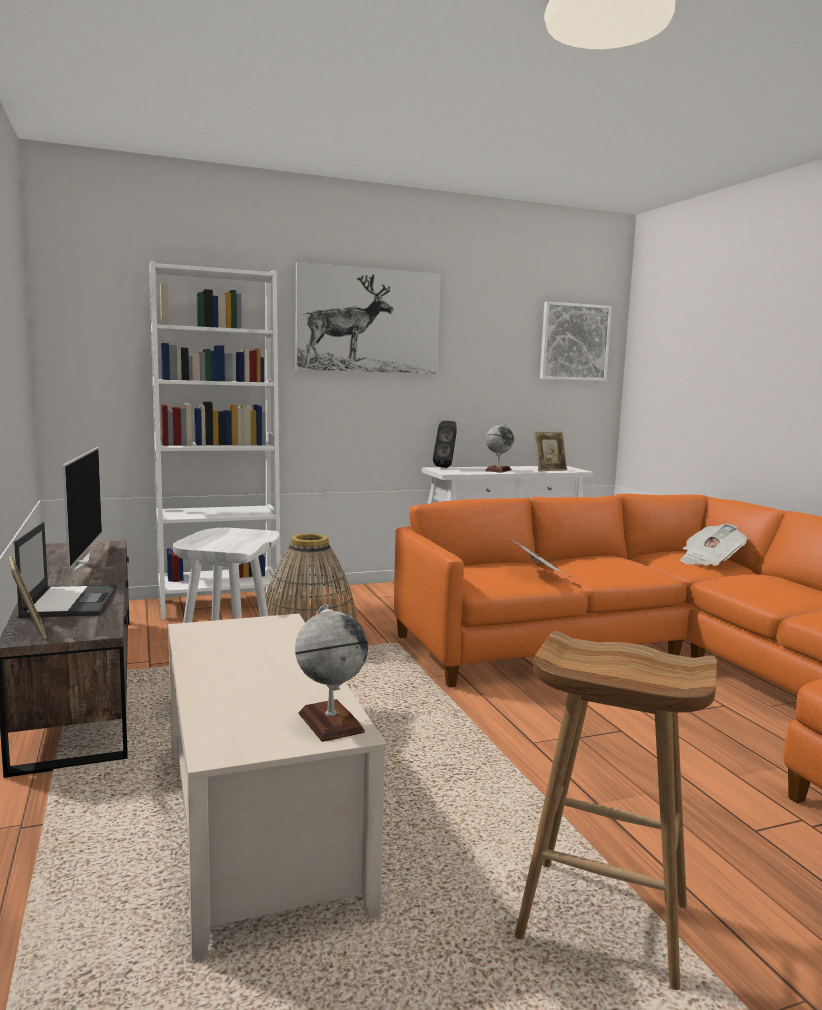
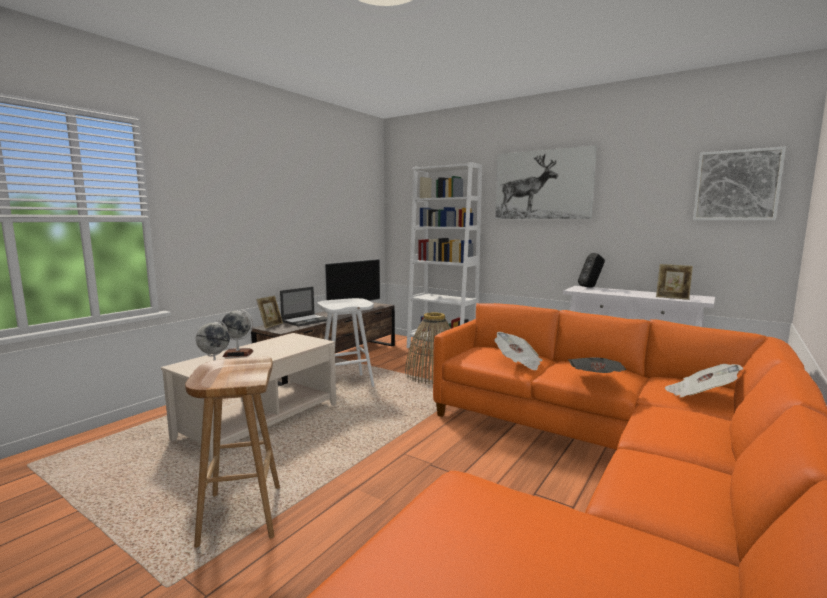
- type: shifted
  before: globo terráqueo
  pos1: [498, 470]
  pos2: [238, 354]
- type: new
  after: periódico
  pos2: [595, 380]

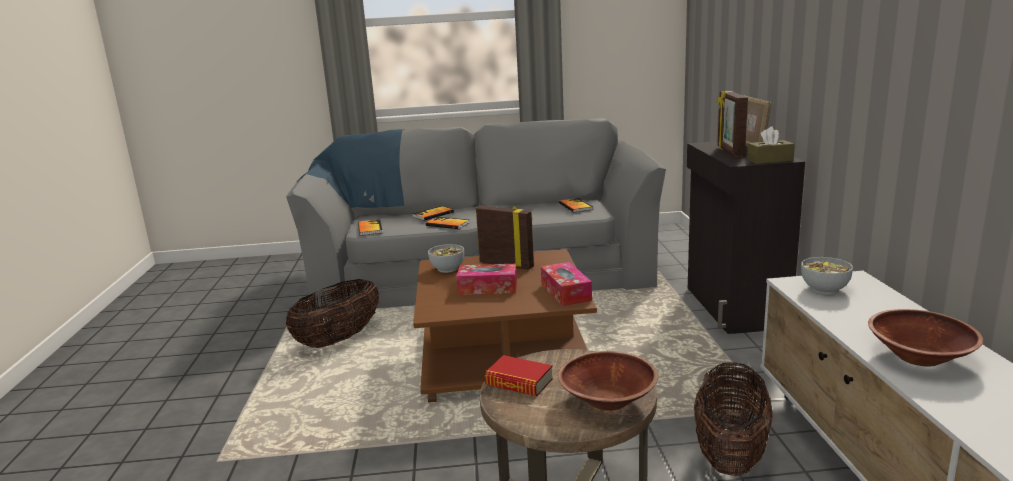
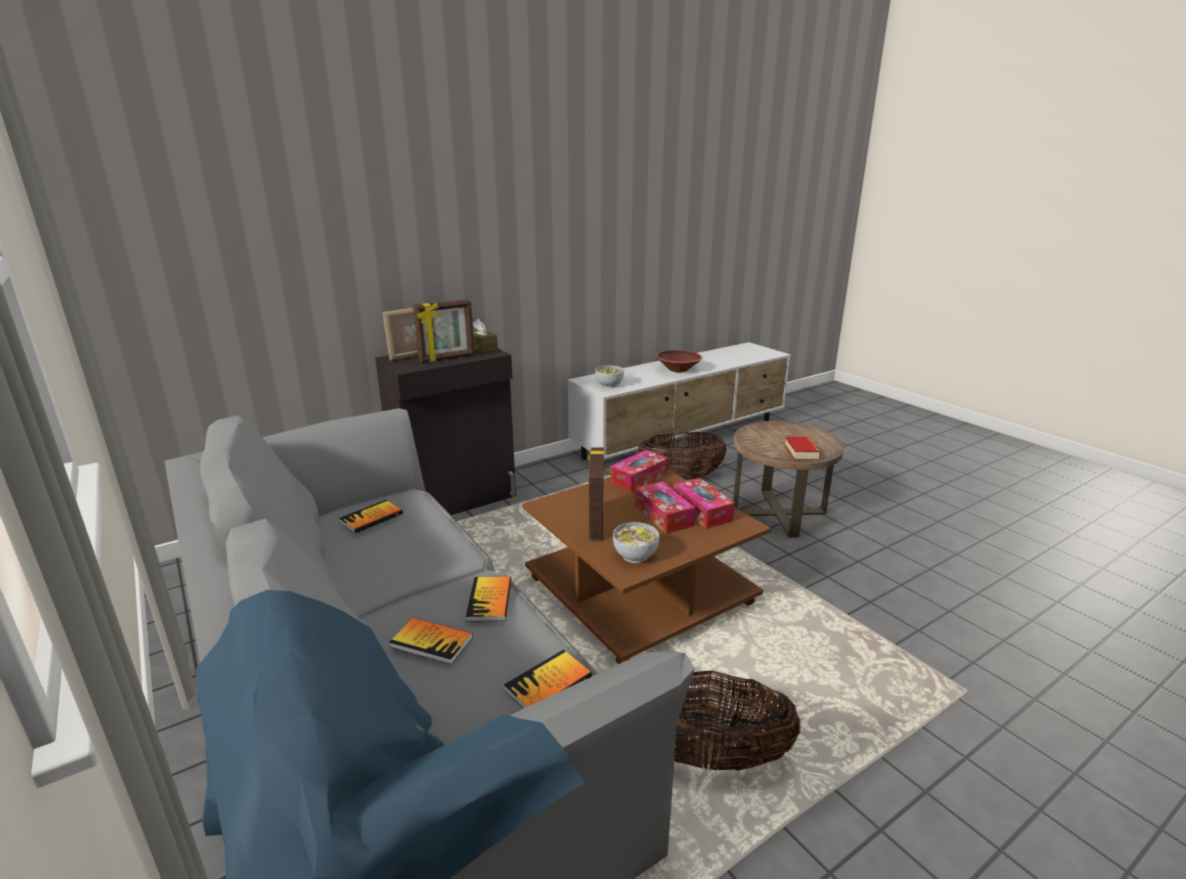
- type: gone
  before: cuenco [marrón]
  pos1: [608, 400]
- type: new
  after: caja de pañuelos
  pos2: [702, 511]

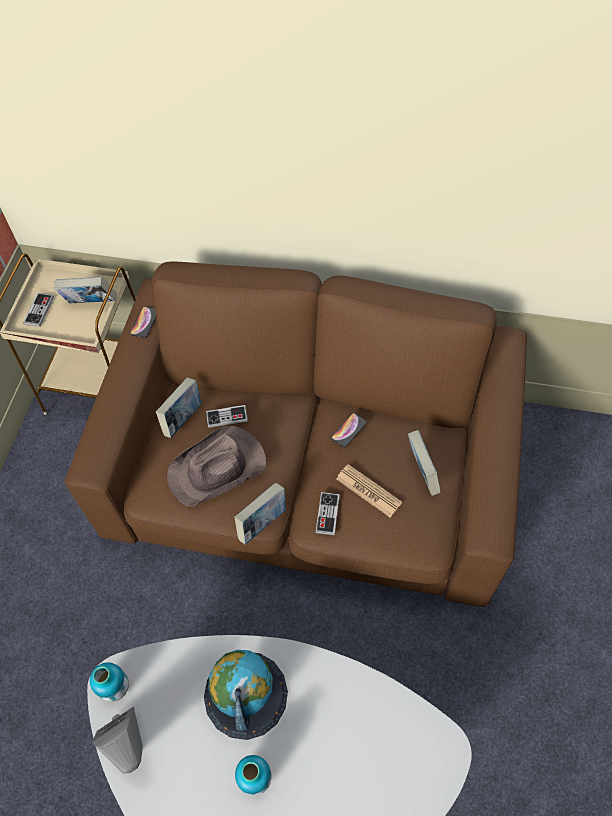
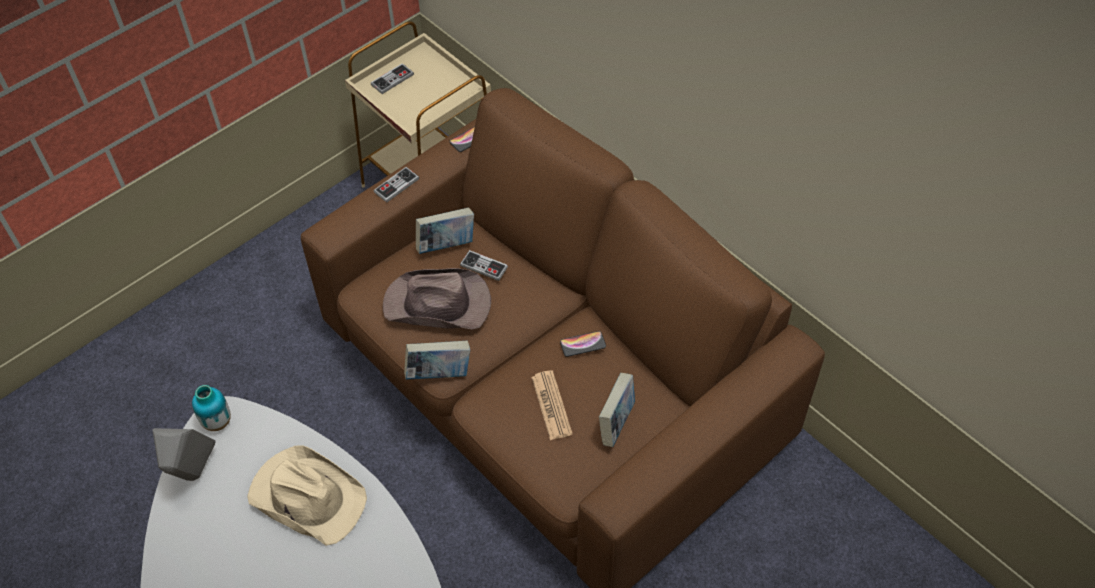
- type: gone
  before: libro
  pos1: [91, 304]
- type: swapped
  before: globo terráqueo
  after: sombrero [beis]
  pos1: [245, 694]
  pos2: [307, 496]
- type: gone
  before: florero
  pos1: [255, 778]
- type: shifted
  before: mando de consola
  pos1: [327, 514]
  pos2: [396, 186]

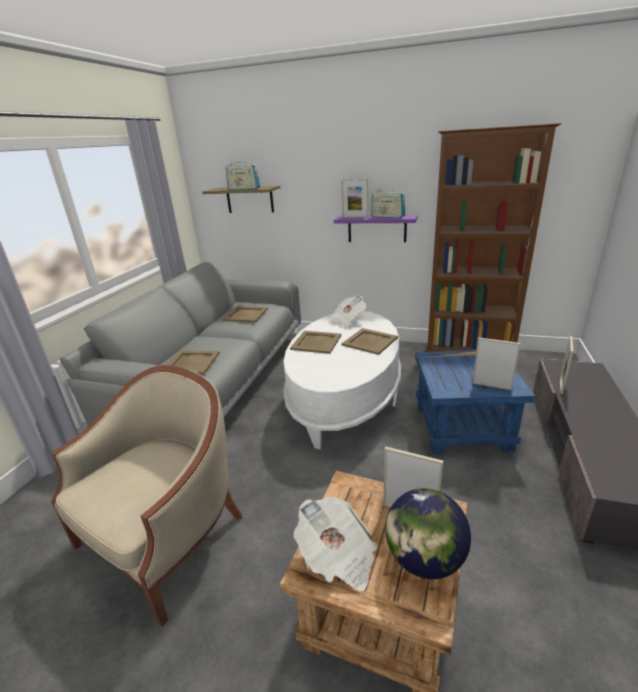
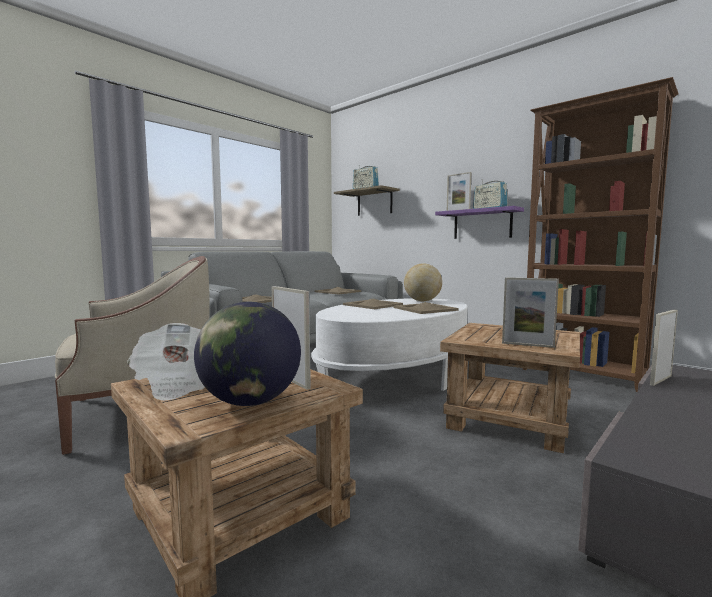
- type: swapped
  before: periódico
  after: globo terráqueo
  pos1: [346, 320]
  pos2: [422, 301]
- type: repainted
  before: mesa auxiliar [azul]
  after: mesa auxiliar [marrón]
  pos1: [462, 426]
  pos2: [511, 419]
- type: rotated
  before: portarretratos
  pos1: [491, 386]
  pos2: [527, 345]
  turn: 150

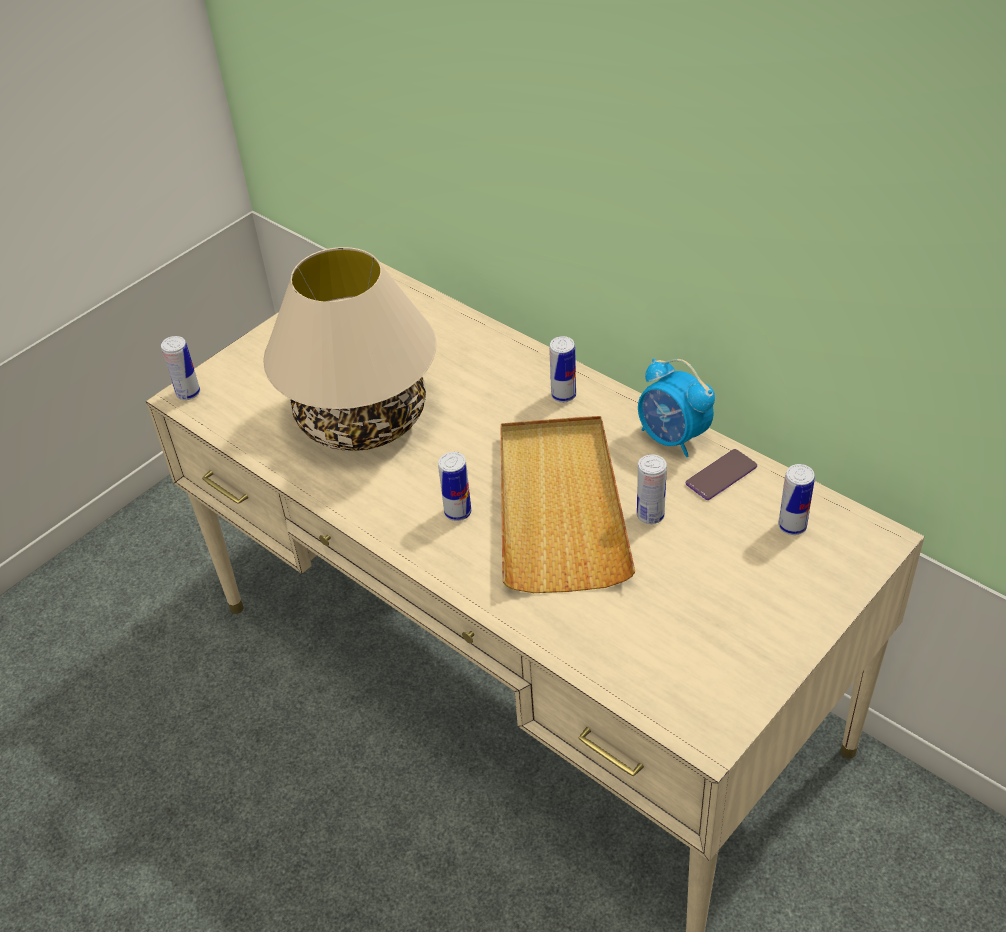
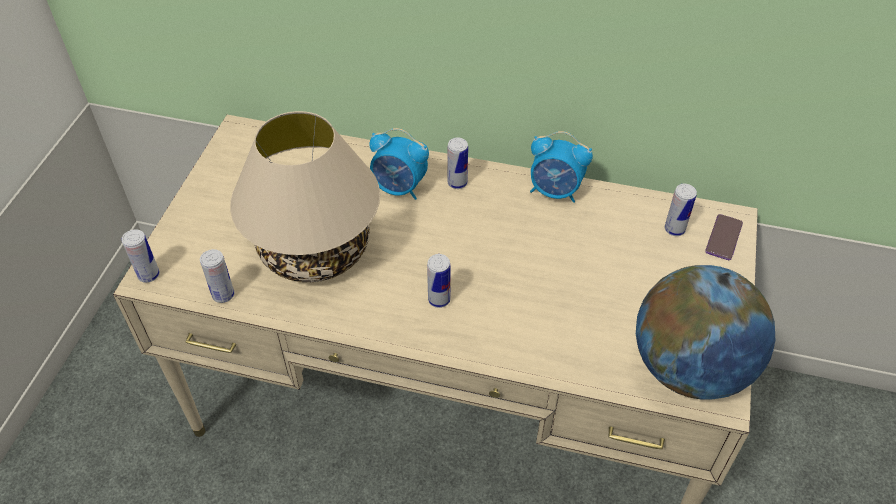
- type: gone
  before: bandeja [beis]
  pos1: [560, 506]
- type: shifted
  before: lata
  pos1: [650, 515]
  pos2: [223, 295]
- type: shifted
  before: móvil
  pos1: [721, 475]
  pos2: [723, 238]
- type: new
  after: despertador
  pos2: [399, 188]
- type: new
  after: globo terráqueo
  pos2: [690, 368]

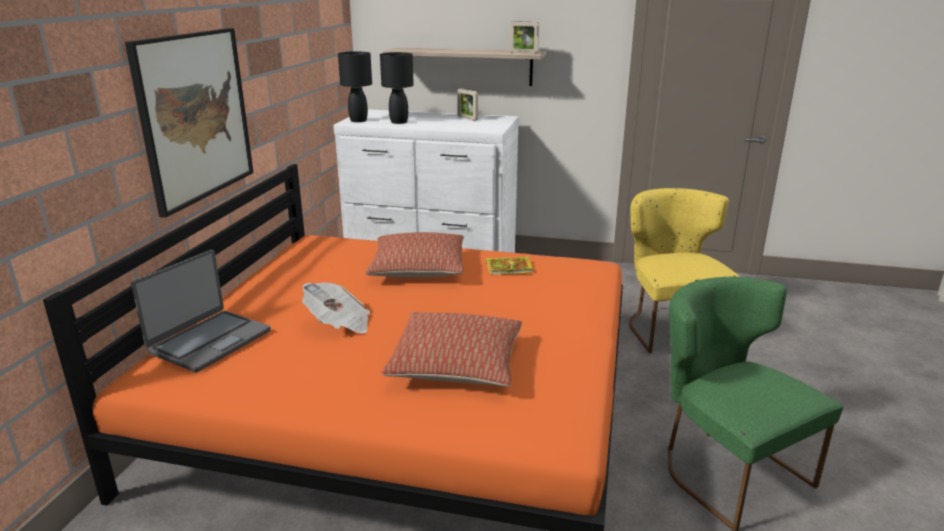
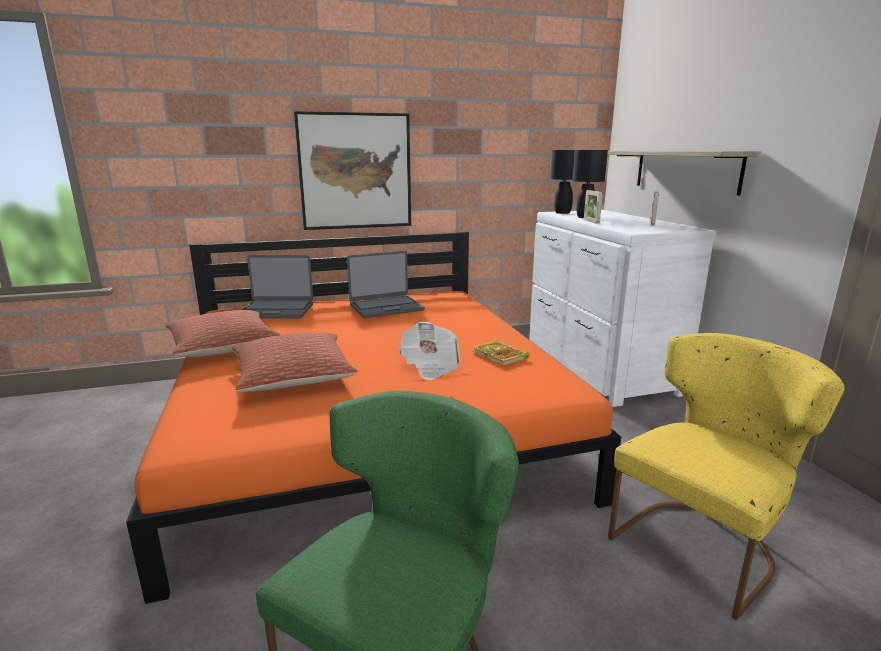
- type: shifted
  before: periódico
  pos1: [339, 323]
  pos2: [430, 366]
- type: shifted
  before: cojín
  pos1: [418, 269]
  pos2: [223, 347]
- type: shifted
  before: portarretratos
  pos1: [523, 53]
  pos2: [591, 221]
- type: new
  after: portátil
  pos2: [386, 307]

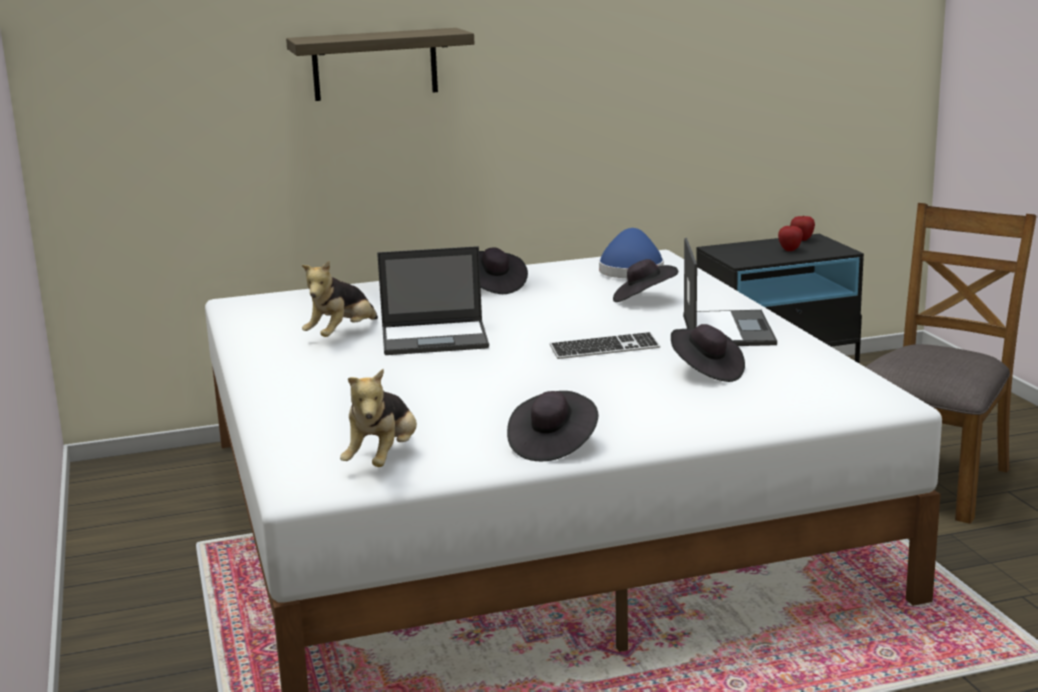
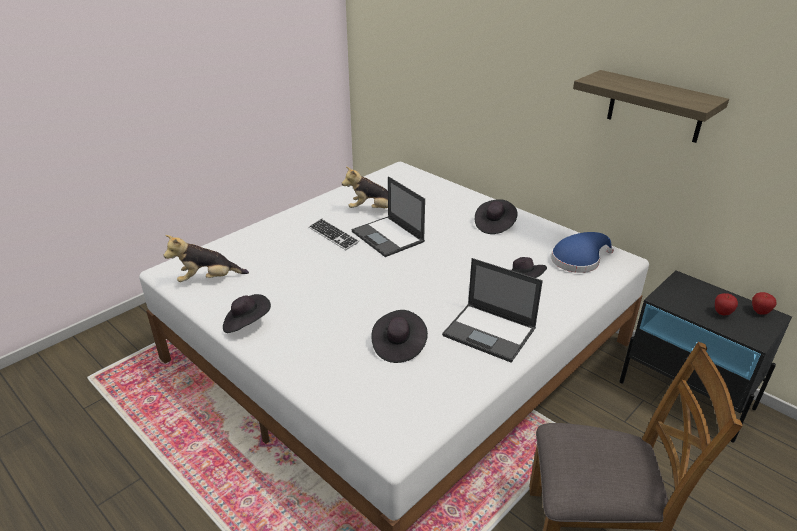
- type: shifted
  before: estante
  pos1: [375, 64]
  pos2: [655, 107]
- type: shifted
  before: teclado
  pos1: [604, 349]
  pos2: [333, 235]
- type: rotated
  before: portátil
  pos1: [727, 329]
  pos2: [490, 332]
  turn: 60

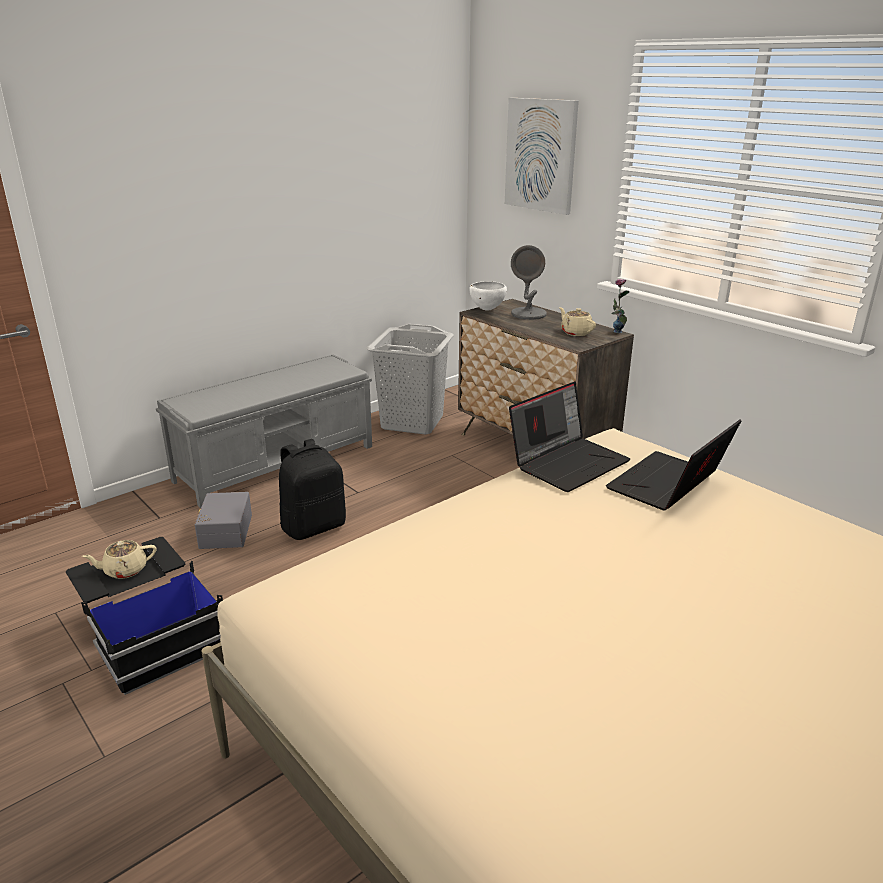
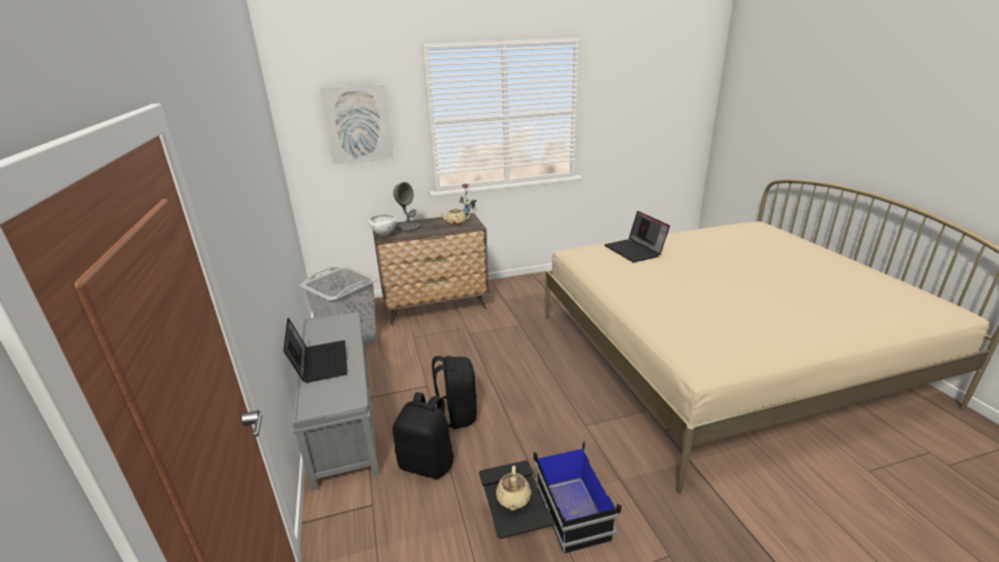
- type: swapped
  before: caja de almacenaje [gris]
  after: mochila [negro]
  pos1: [224, 531]
  pos2: [427, 463]
- type: shifted
  before: portátil
  pos1: [568, 462]
  pos2: [319, 362]

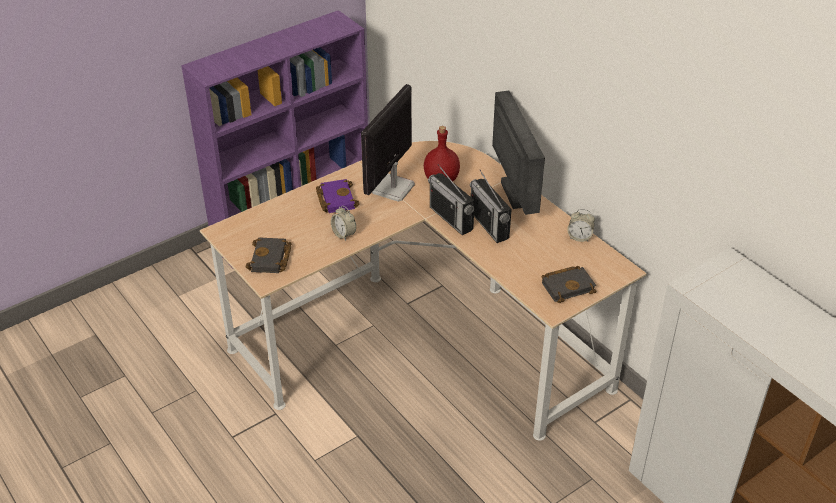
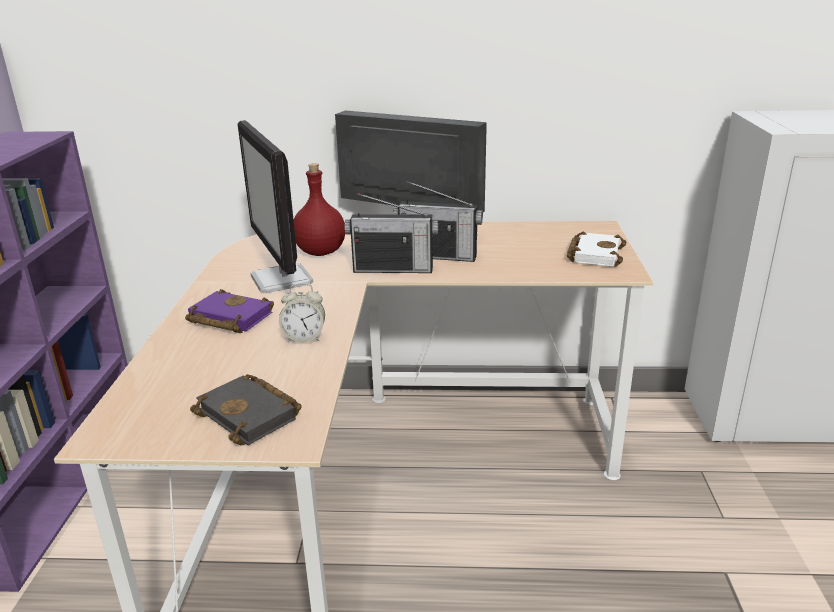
- type: repainted
  before: libro [negro]
  after: libro [blanco]
  pos1: [568, 286]
  pos2: [594, 254]
- type: gone
  before: despertador
  pos1: [579, 237]

